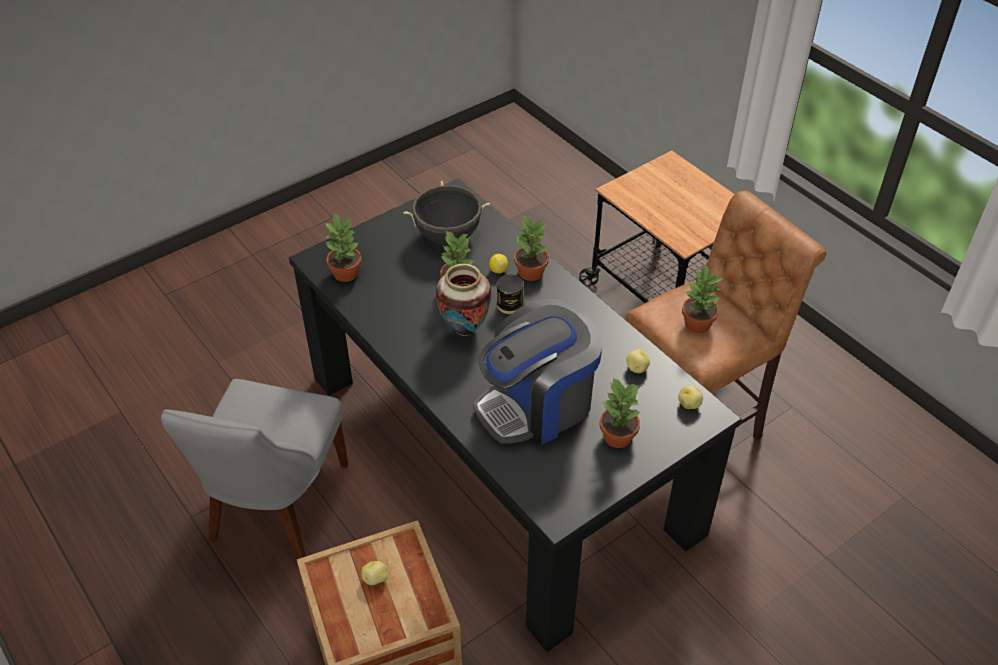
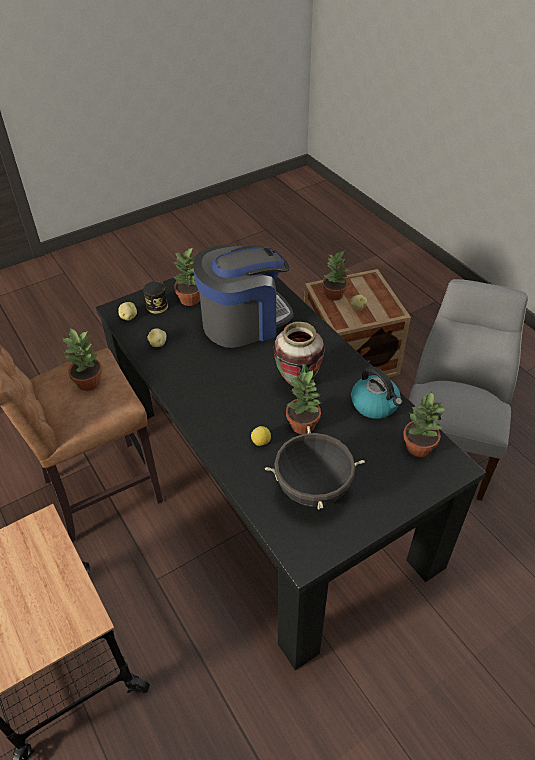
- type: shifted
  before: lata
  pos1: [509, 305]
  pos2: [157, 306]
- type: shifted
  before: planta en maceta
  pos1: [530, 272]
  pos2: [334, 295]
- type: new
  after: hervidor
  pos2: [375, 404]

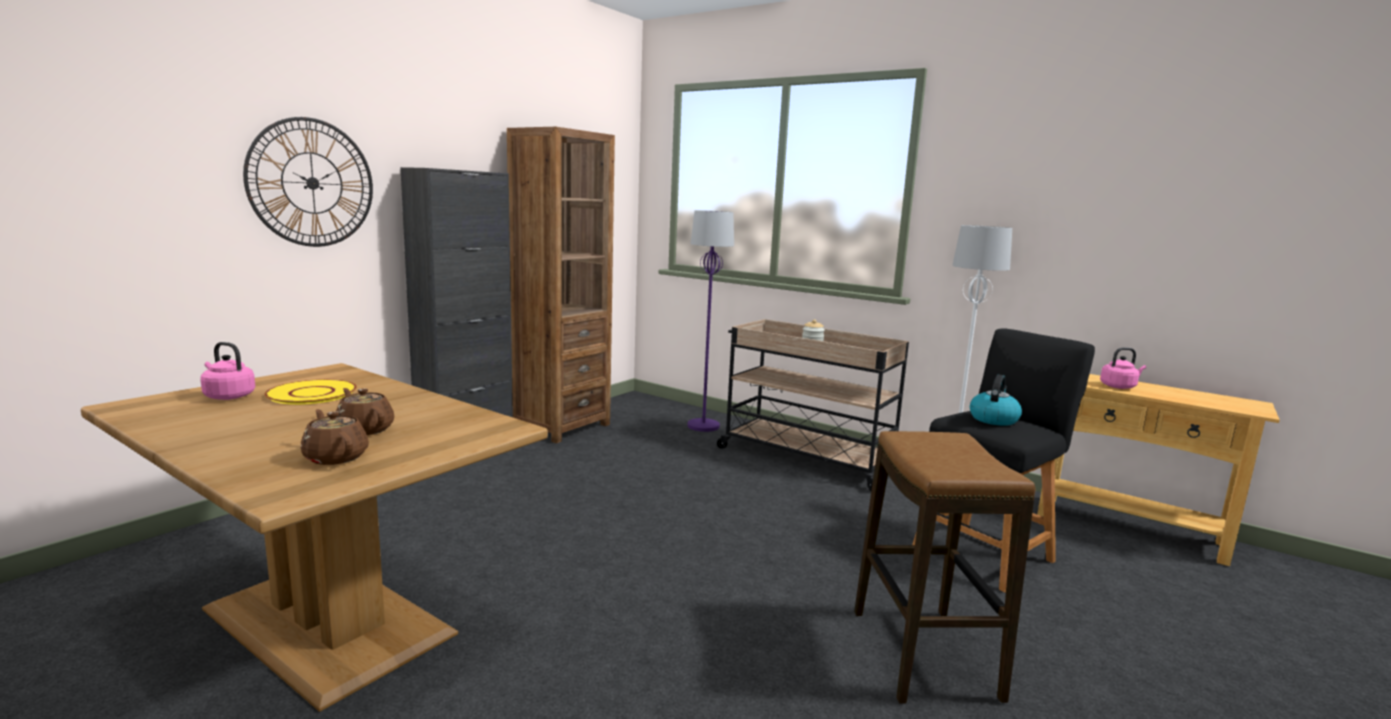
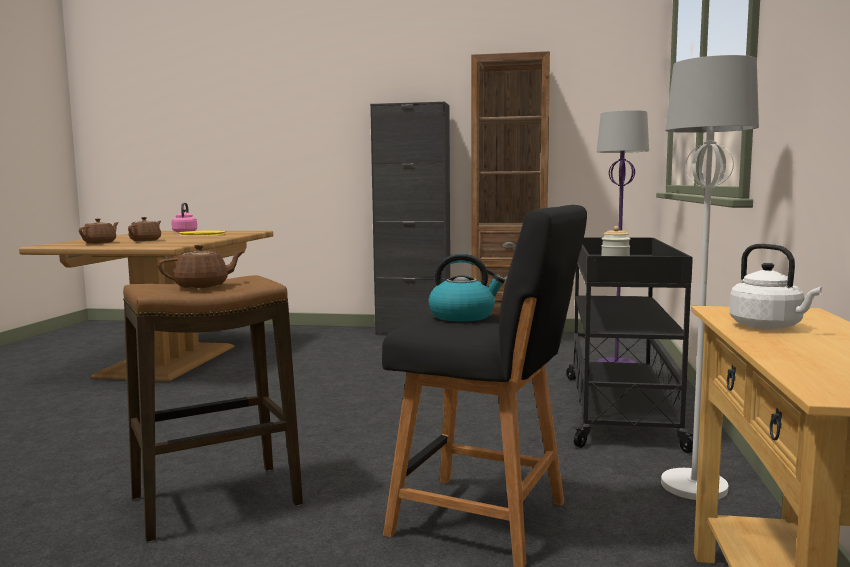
- type: gone
  before: reloj de pared
  pos1: [312, 183]
- type: repainted
  before: carrito [beis]
  after: carrito [negro]
  pos1: [805, 457]
  pos2: [619, 409]
- type: repainted
  before: hervidor [rosa]
  after: hervidor [blanco]
  pos1: [1119, 386]
  pos2: [769, 327]
- type: new
  after: tetera [marrón]
  pos2: [203, 286]

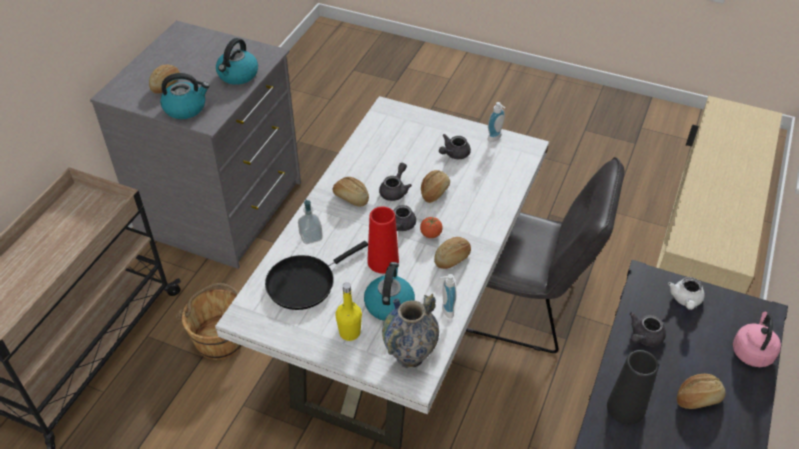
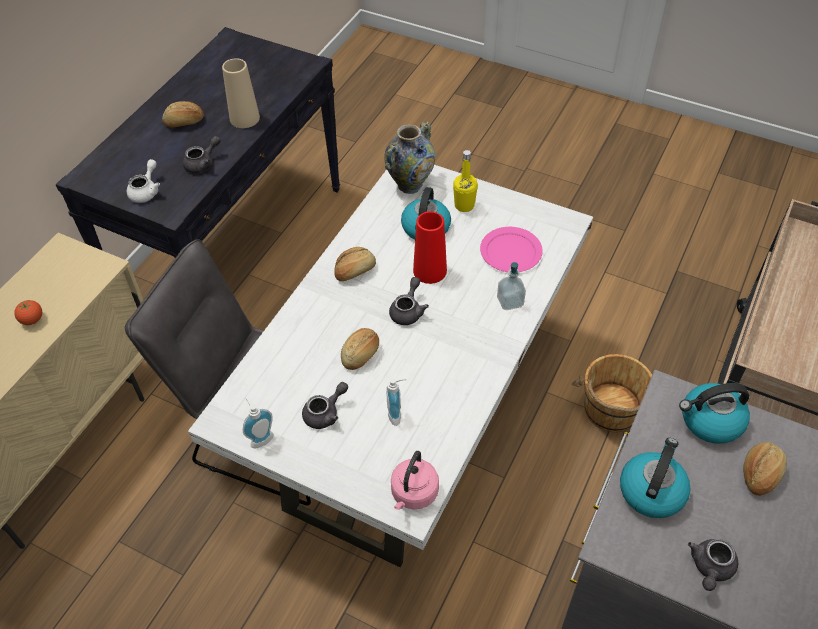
- type: swapped
  before: sartén [negro]
  after: plato [rosa]
  pos1: [305, 283]
  pos2: [511, 252]
- type: gone
  before: pan
  pos1: [351, 198]
- type: shifted
  before: tetera [gris]
  pos1: [395, 190]
  pos2: [710, 568]
- type: shifted
  before: tomate
  pos1: [431, 234]
  pos2: [32, 320]
- type: shifted
  before: dispensador de jabón
  pos1: [445, 310]
  pos2: [397, 414]
- type: repainted
  before: florero [negro]
  after: florero [beis]
  pos1: [625, 408]
  pos2: [244, 118]
- type: shifted
  before: hervidor [rosa]
  pos1: [752, 351]
  pos2: [413, 494]

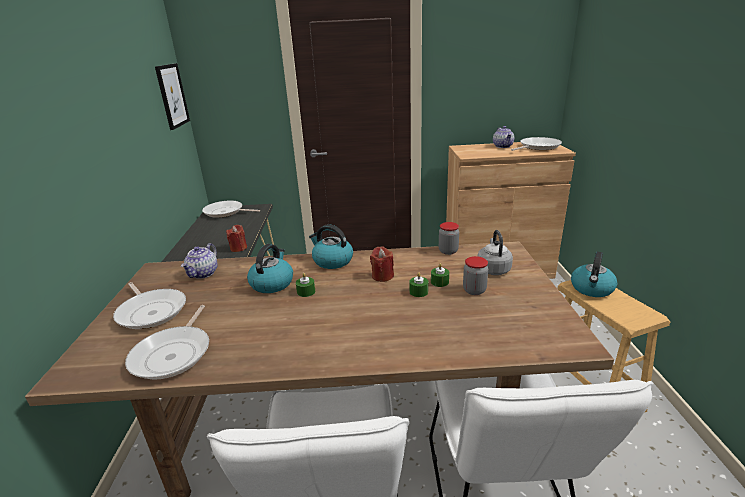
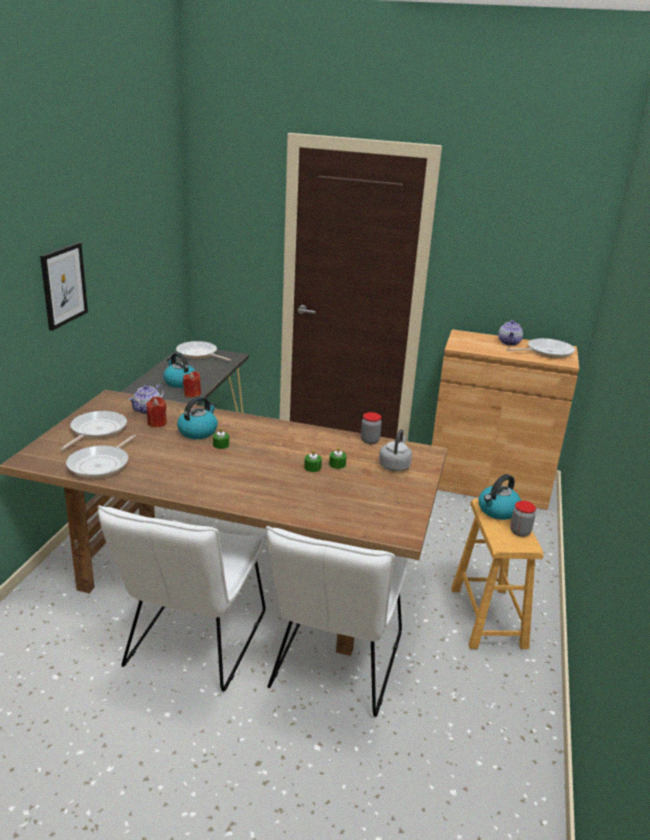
- type: rotated
  before: sartén
  pos1: [151, 311]
  pos2: [96, 430]
  turn: -135
- type: shifted
  before: cuadro
  pos1: [172, 96]
  pos2: [63, 285]
- type: shifted
  before: hervidor
  pos1: [332, 261]
  pos2: [179, 382]
- type: shifted
  before: vela [rojo]
  pos1: [382, 276]
  pos2: [157, 423]
- type: shifted
  before: tarro
  pos1: [474, 290]
  pos2: [520, 532]

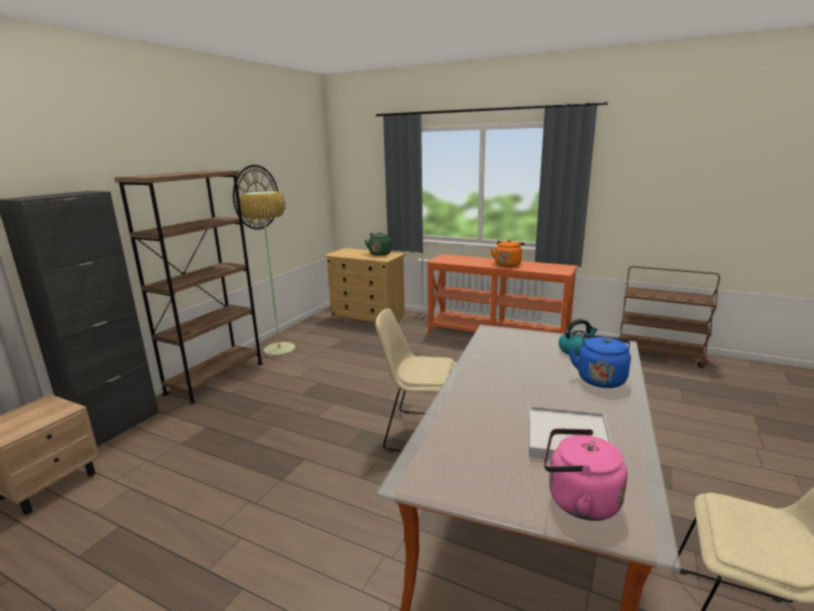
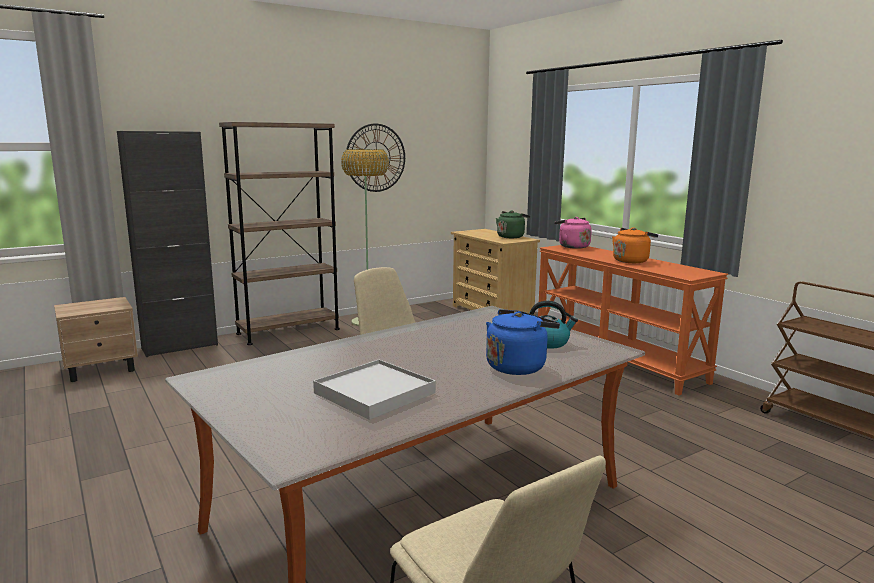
- type: shifted
  before: hervidor [rosa]
  pos1: [578, 501]
  pos2: [572, 246]

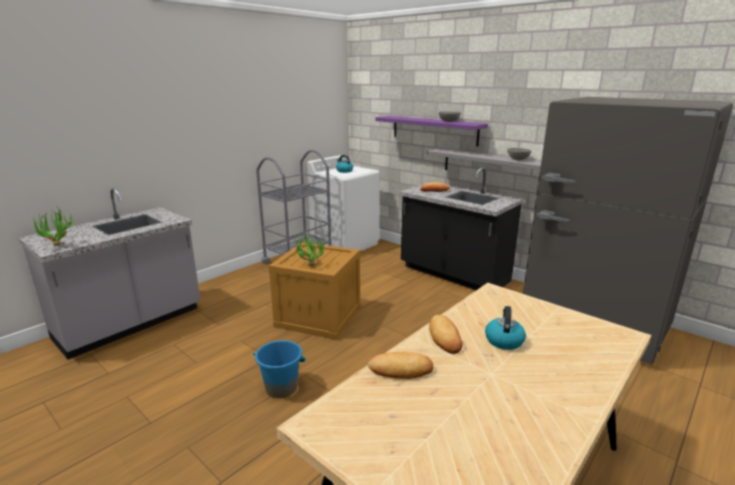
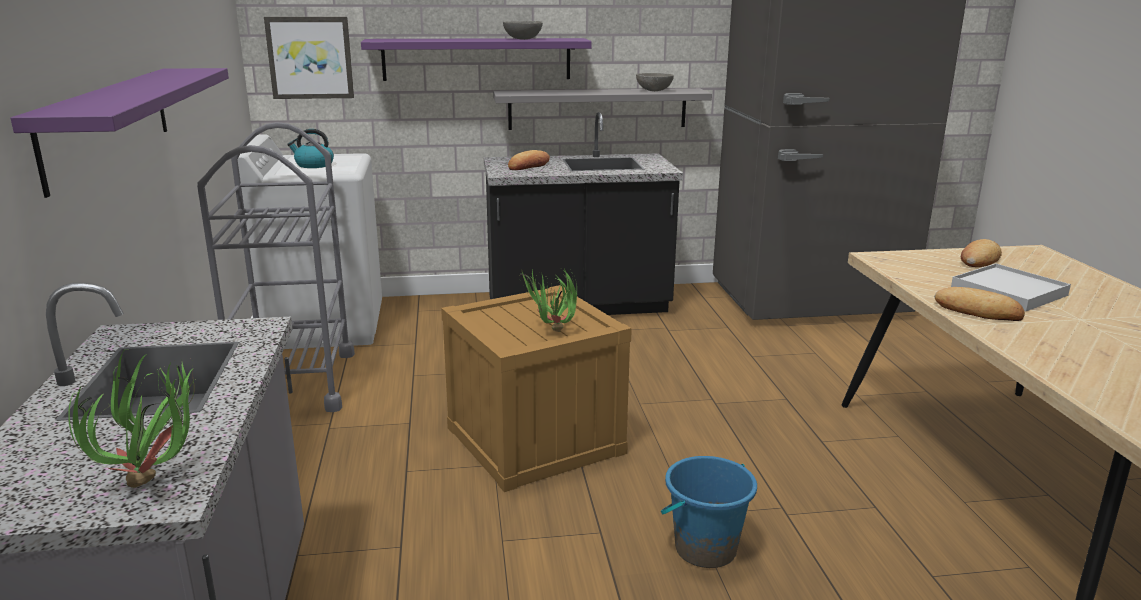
- type: shifted
  before: pan
  pos1: [401, 369]
  pos2: [979, 259]
- type: swapped
  before: hervidor
  after: bandeja [blanco]
  pos1: [503, 340]
  pos2: [1008, 292]
- type: new
  after: estante [morado]
  pos2: [109, 123]
- type: new
  after: cuadro
  pos2: [310, 58]

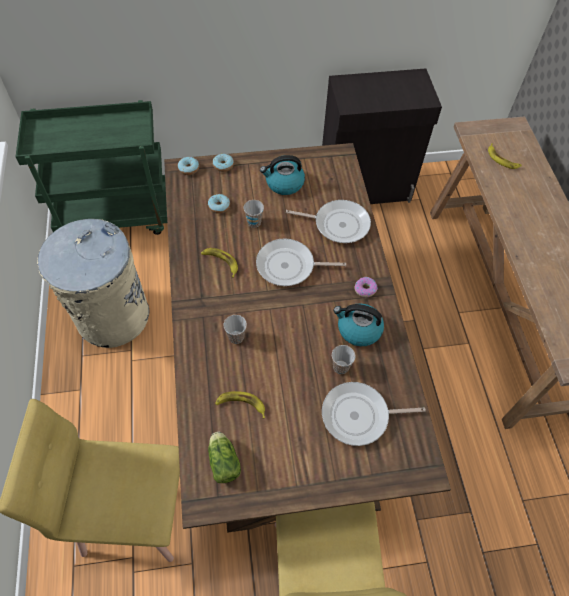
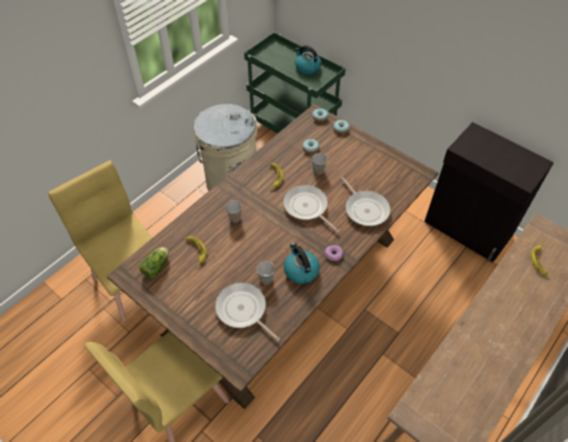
- type: shifted
  before: hervidor
  pos1: [284, 184]
  pos2: [307, 67]

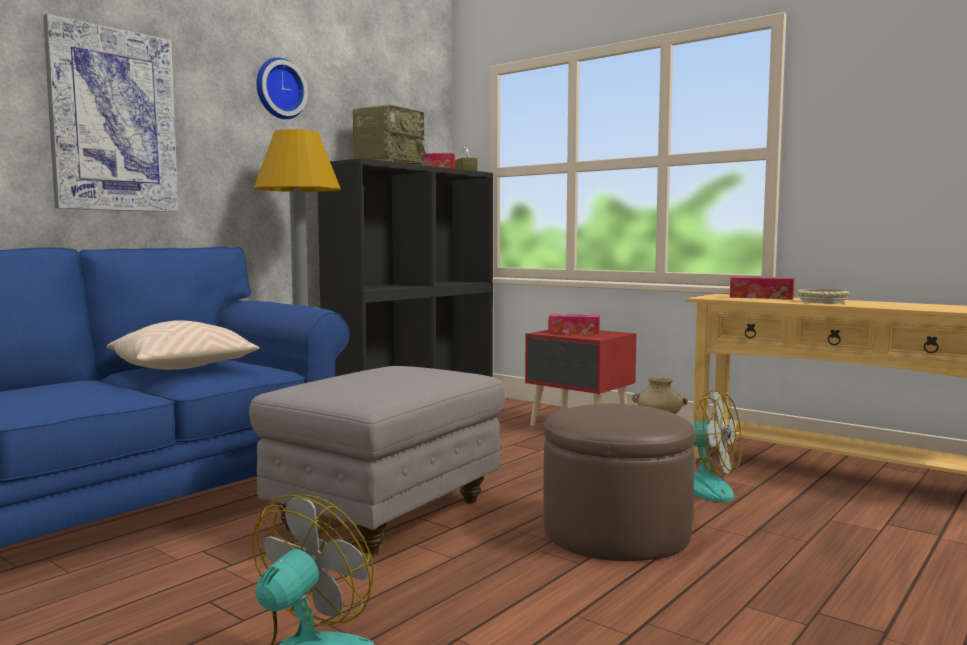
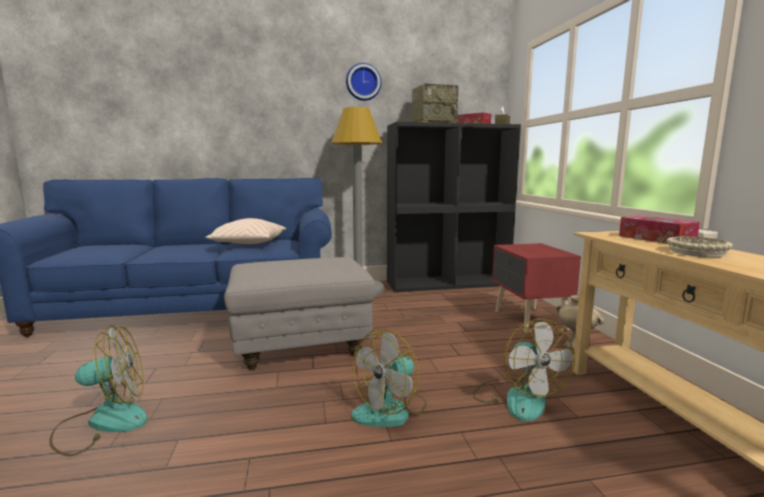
- type: gone
  before: cuadro
  pos1: [113, 120]
- type: swapped
  before: puf [marrón]
  after: ventilador
  pos1: [616, 532]
  pos2: [391, 410]
- type: gone
  before: caja de pañuelos
  pos1: [574, 332]

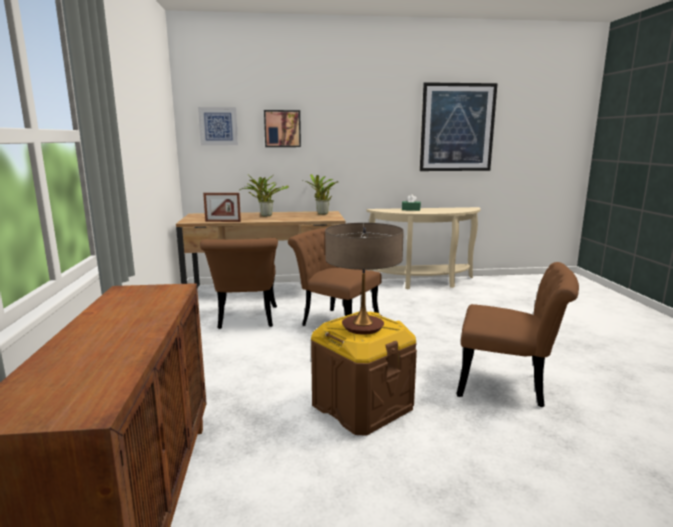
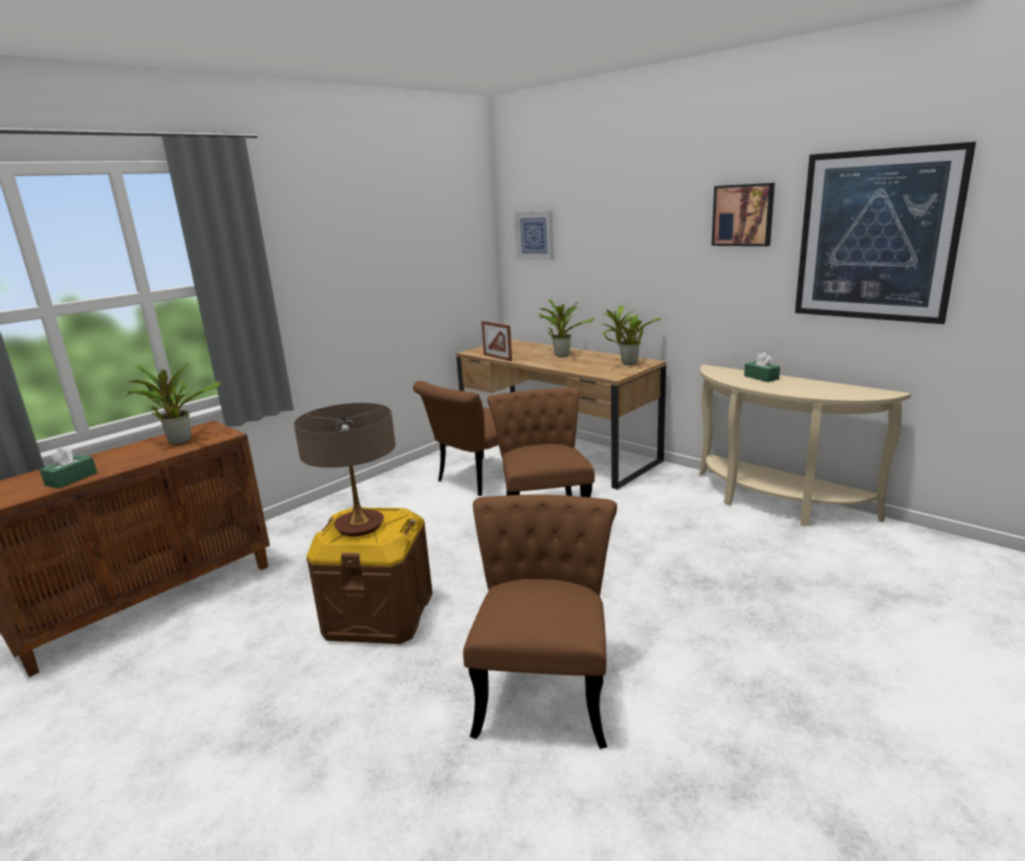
- type: shifted
  before: cuadro
  pos1: [282, 128]
  pos2: [743, 215]
- type: rotated
  before: silla [marrón]
  pos1: [510, 385]
  pos2: [545, 686]
  turn: -150
- type: new
  after: caja de pañuelos [verde]
  pos2: [71, 479]
- type: new
  after: planta en maceta
  pos2: [178, 441]

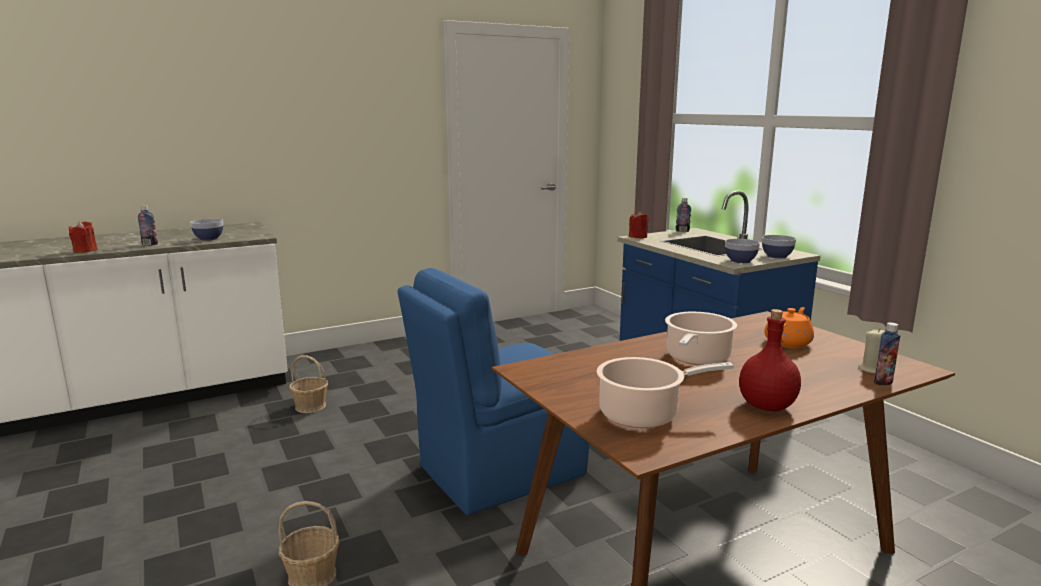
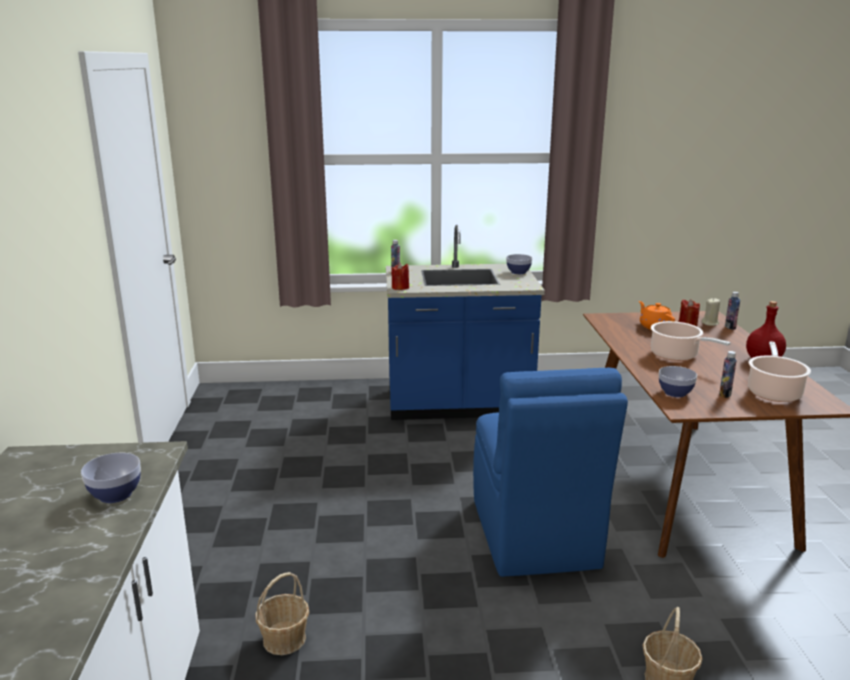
- type: shifted
  before: vela [rojo]
  pos1: [85, 251]
  pos2: [687, 324]
- type: shifted
  before: botella
  pos1: [149, 244]
  pos2: [725, 394]
- type: shifted
  before: cuenco
  pos1: [740, 261]
  pos2: [675, 392]

